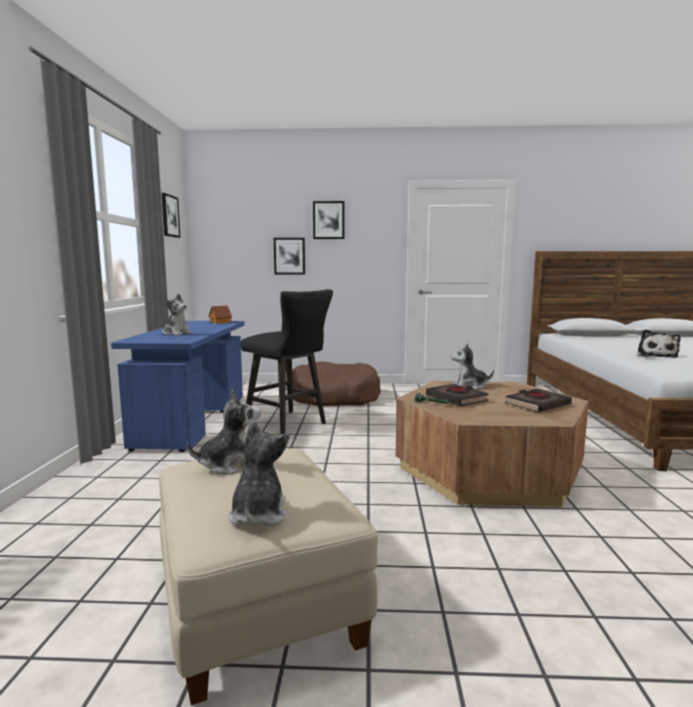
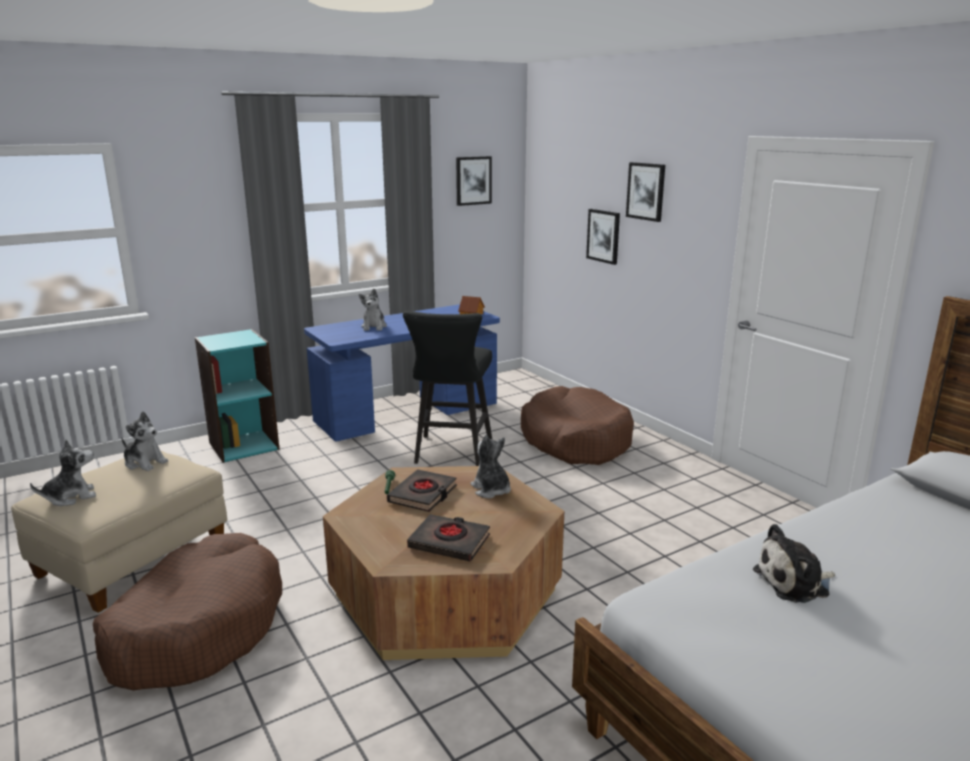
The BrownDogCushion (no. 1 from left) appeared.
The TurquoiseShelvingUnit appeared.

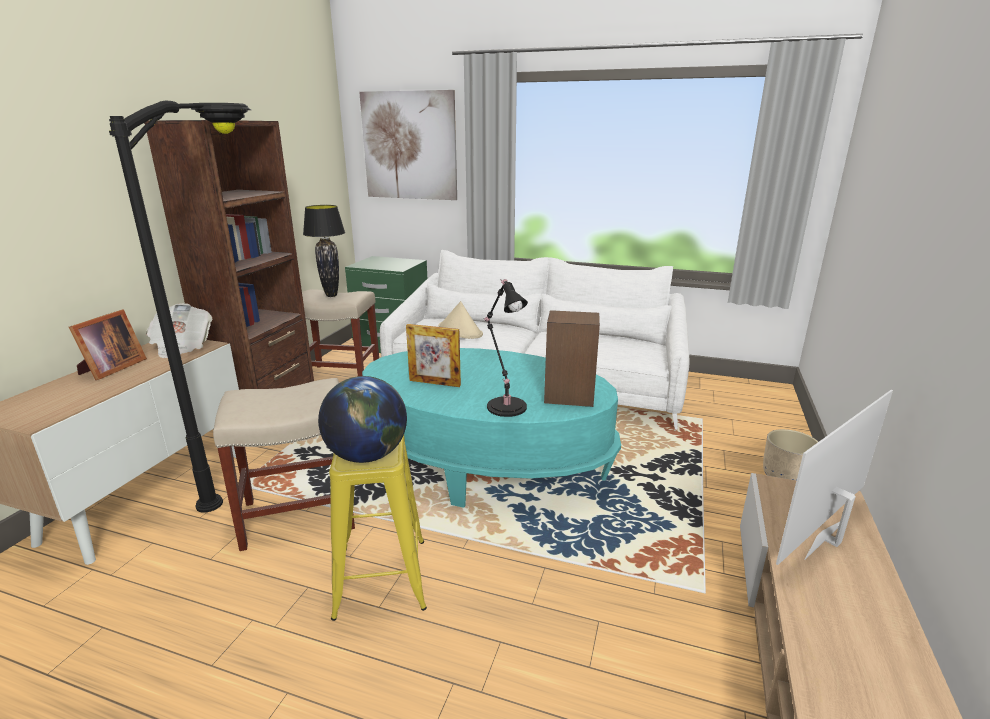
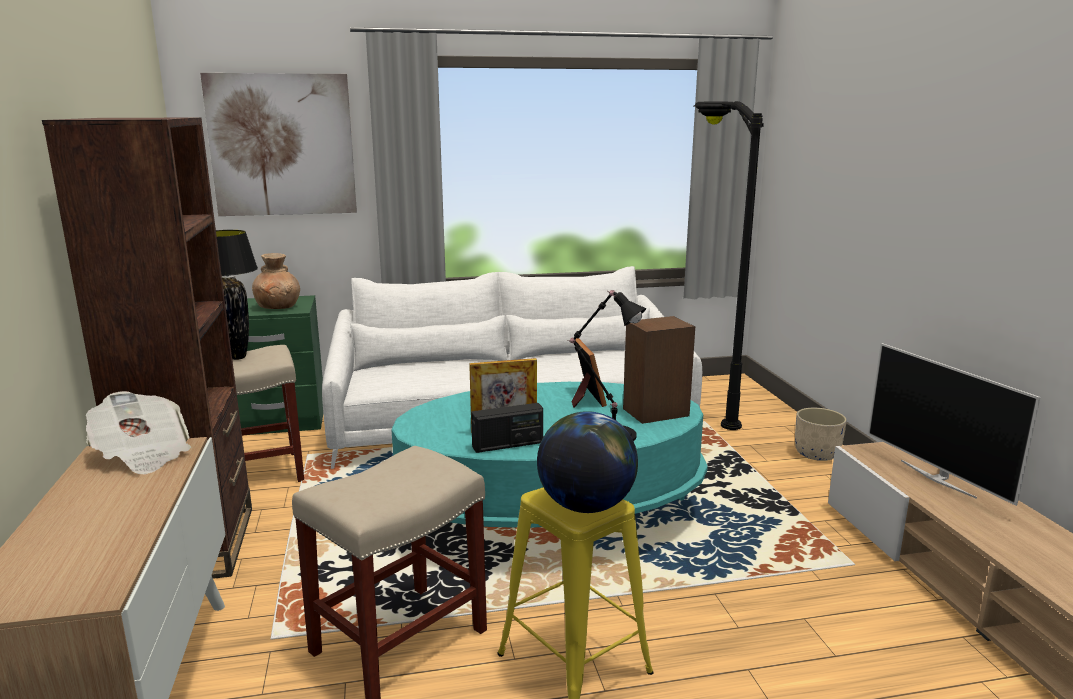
The BeigeColouredHat disappeared.
The BrownDecorativeVase appeared.
The RadioReceiver appeared.
The PictureFrame (no. 1 from left in the first image) moved.
The BlackishStandardLamp moved.
The TvSet turned 45 degrees counterclockwise.

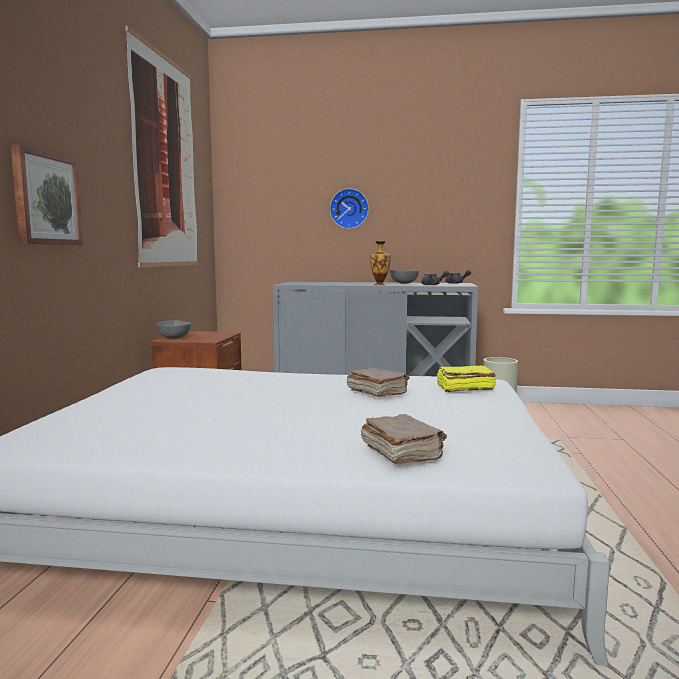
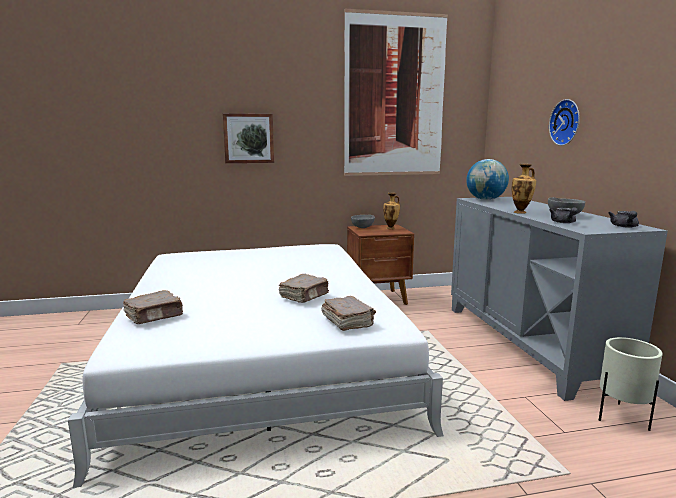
The DecorativeVase (no. 1 from left) appeared.
The Globe appeared.
The YellowColouredBoundBook became the BrownBoundBook (no. 3 from left).

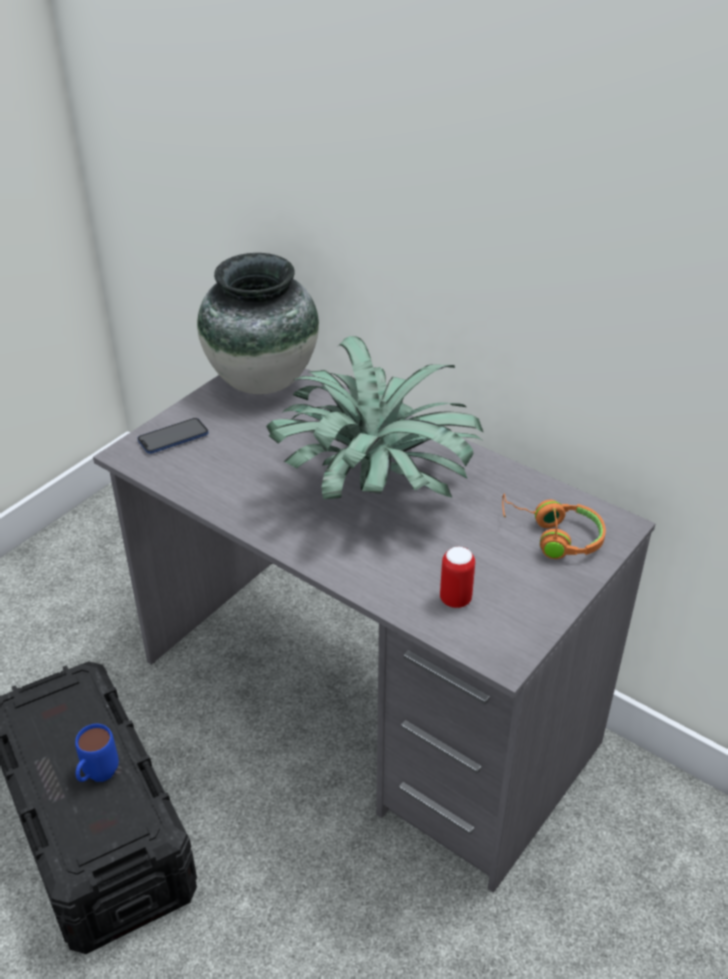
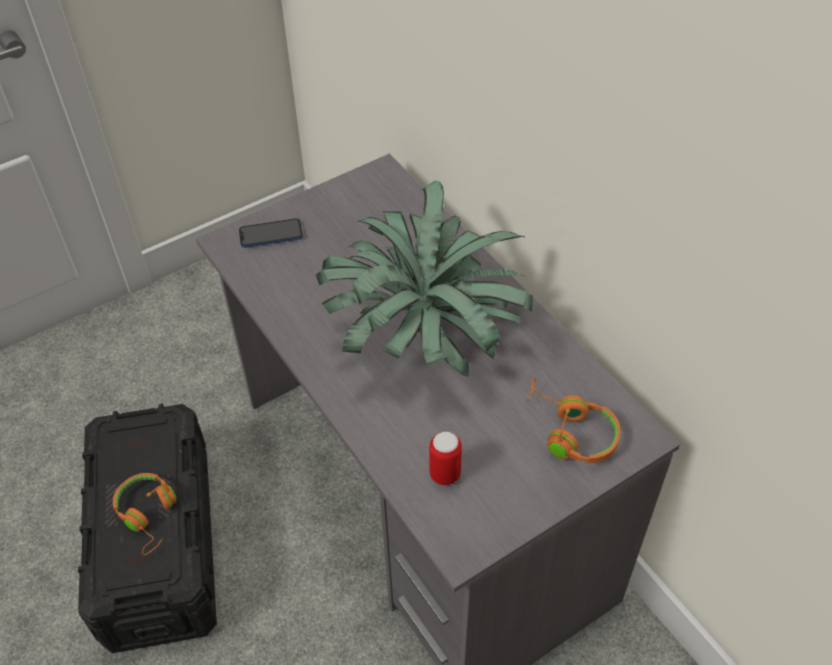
The DecorativeVase disappeared.
The BluishTeaMug was replaced by the OrangeHeadphones (no. 1 from left).

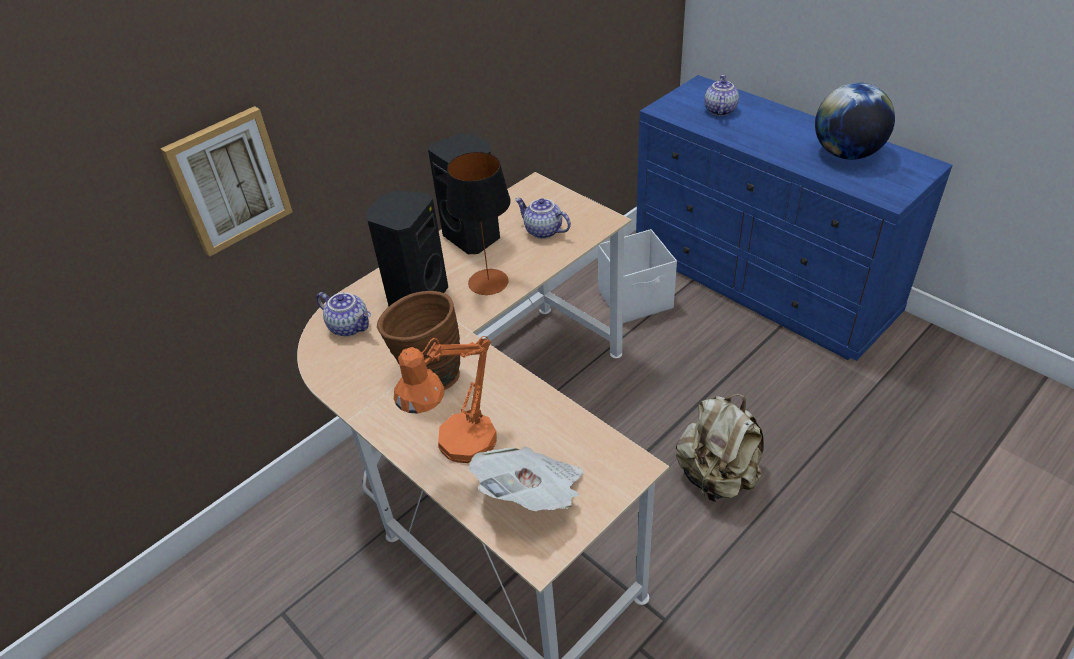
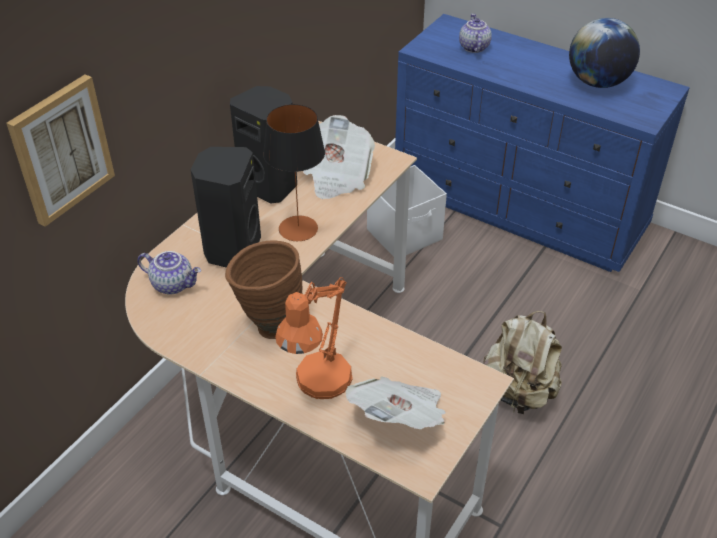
The PotForTea (no. 2 from left) was replaced by the PrintedPaper (no. 1 from left).

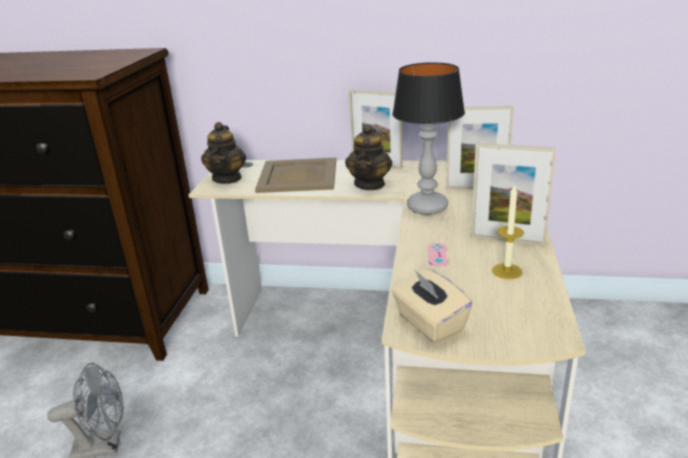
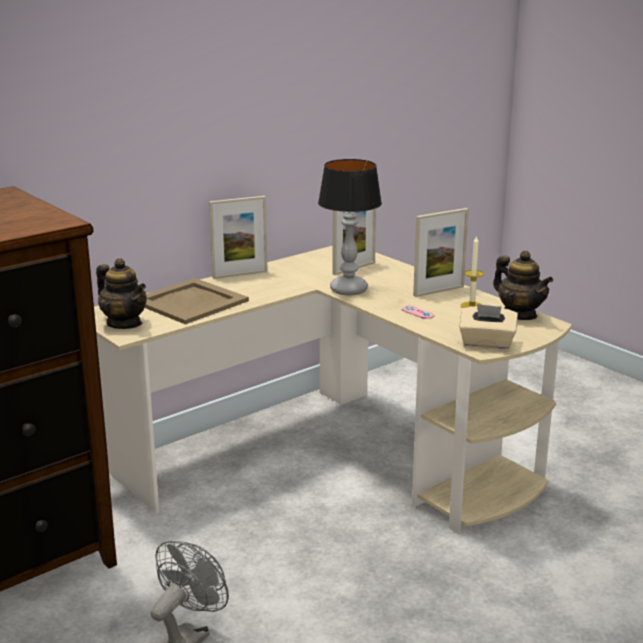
The PotForTea (no. 2 from left) moved.

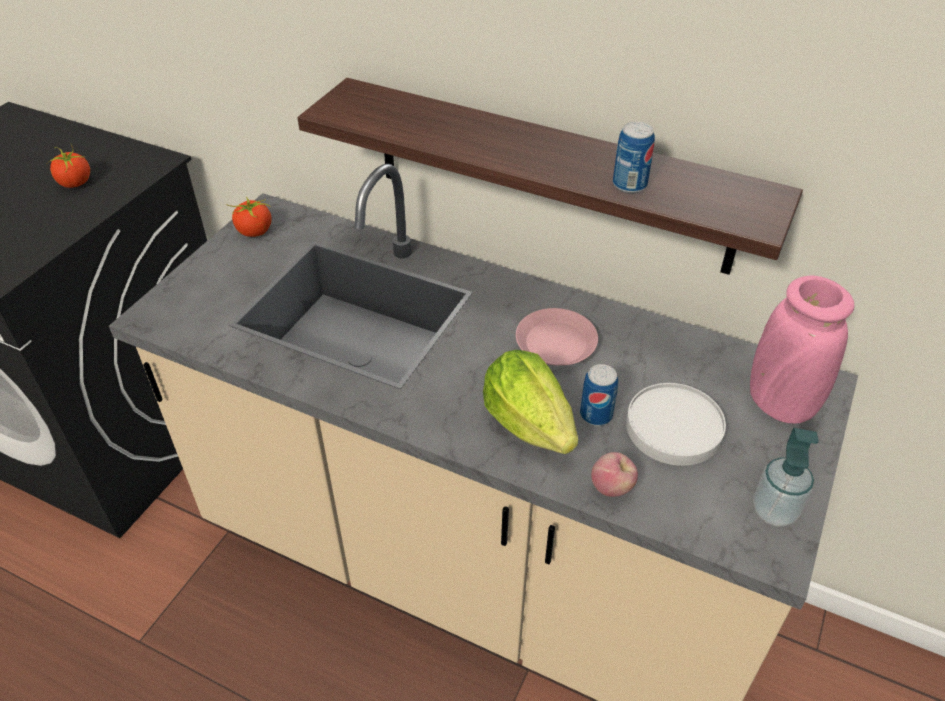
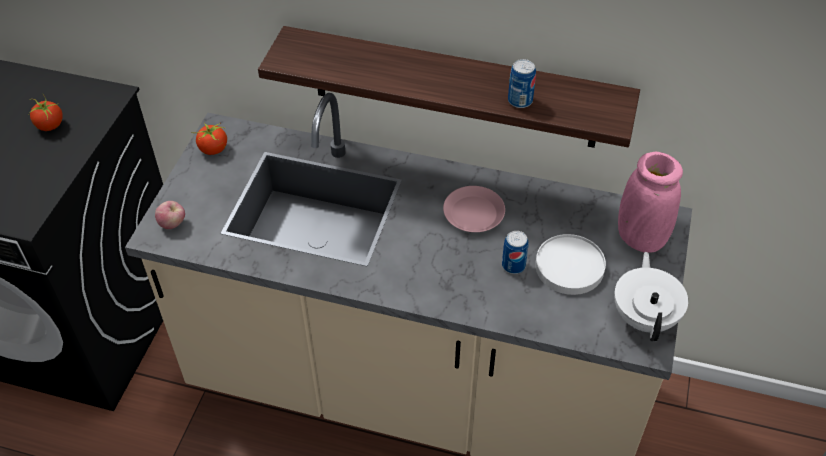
The HeadOfLettuce disappeared.
The Apple moved.
The SoapDispenser was replaced by the WhiteColouredPotForTea.

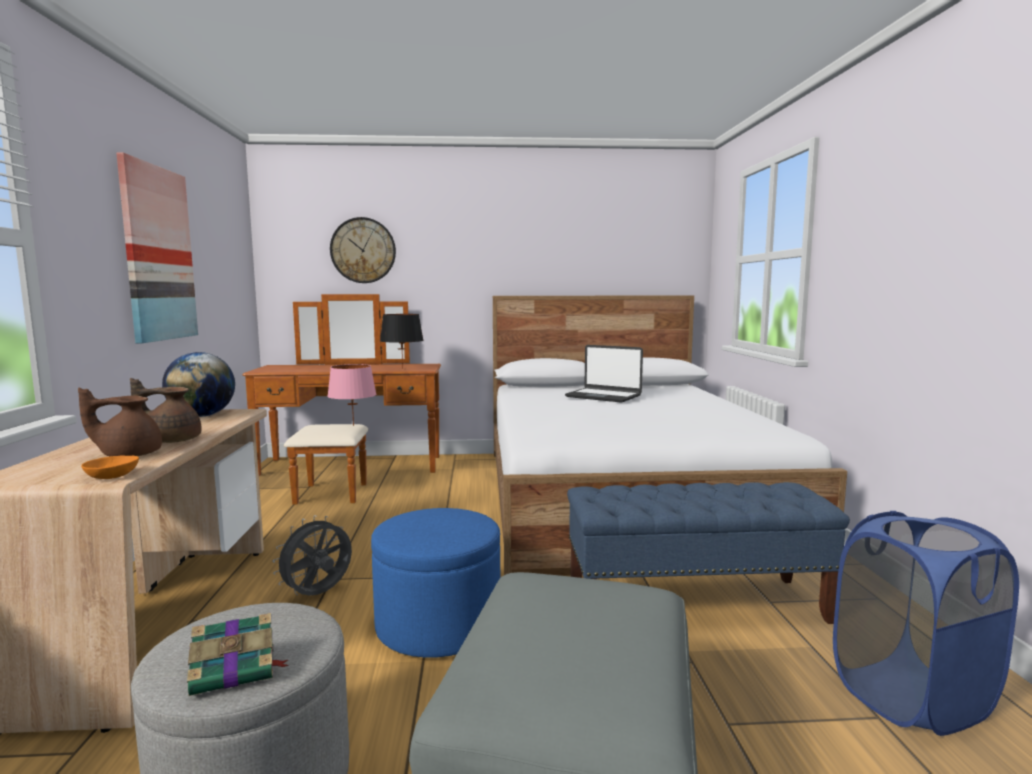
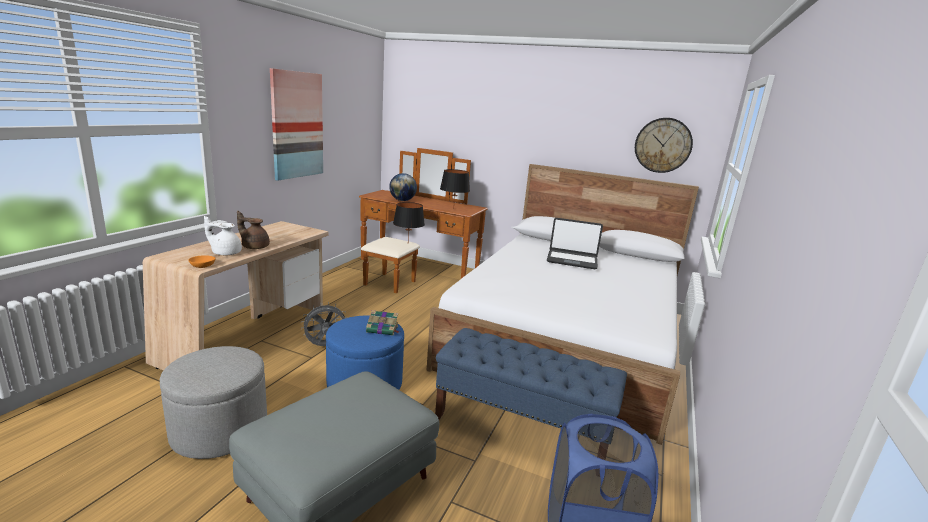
The Globe moved.
The BoundBook moved.
The WallClock moved.
The BrownPotForTea (no. 1 from left) became the WhiteColouredPotForTea.
The PinkishTabletopLamp became the BlackishTabletopLamp (no. 1 from left).
The PortableComputer turned 45 degrees counterclockwise.

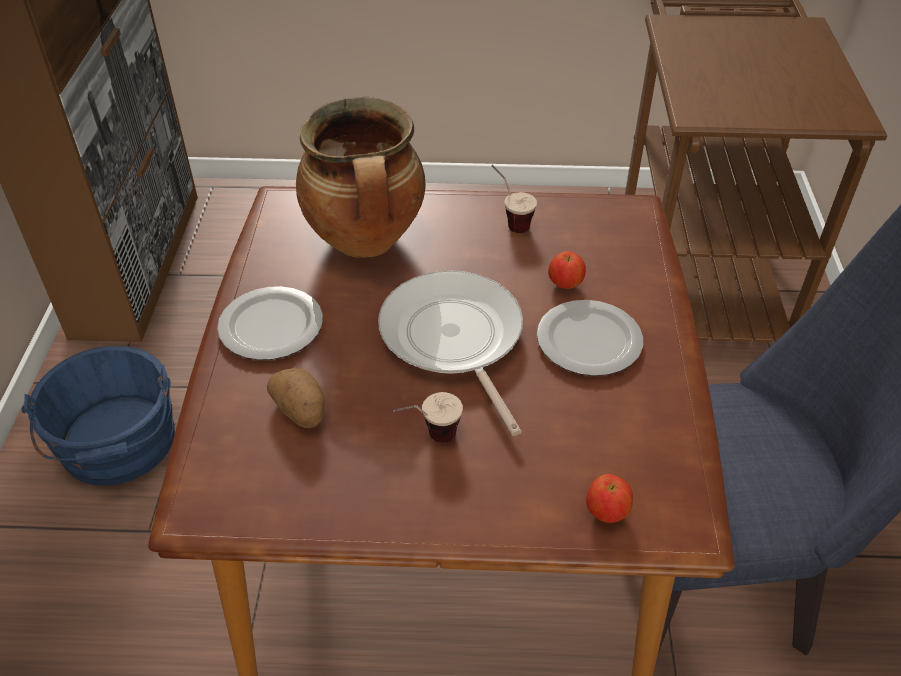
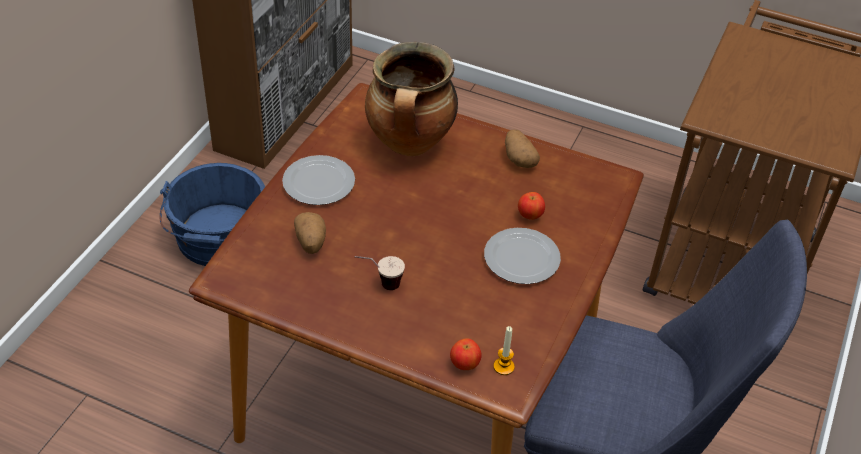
The Pan disappeared.
The WaxCandle appeared.
The SmallCup (no. 2 from left) was replaced by the Spud (no. 2 from left).

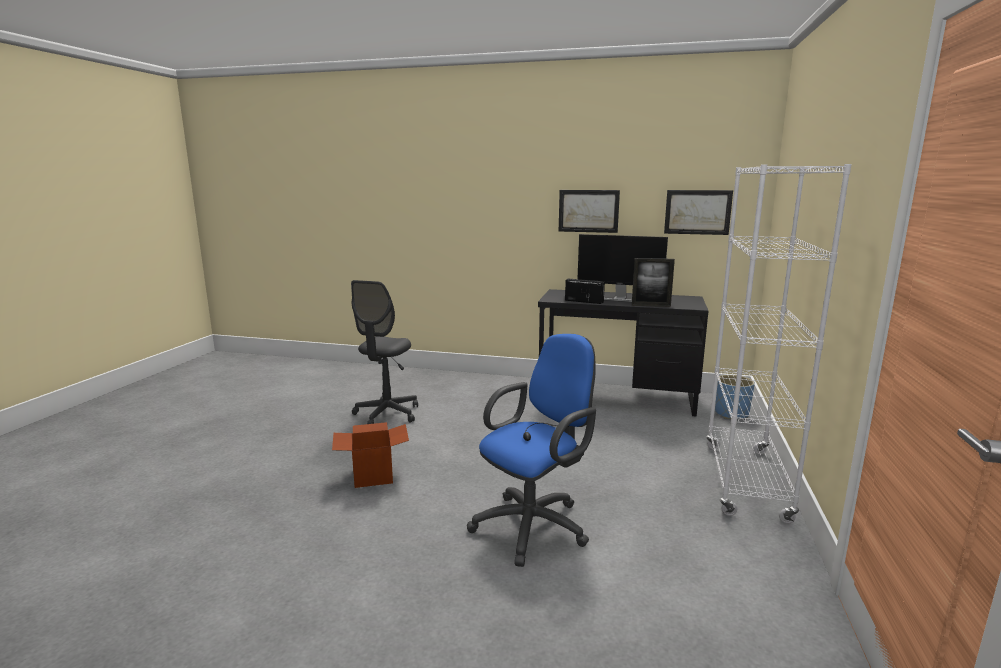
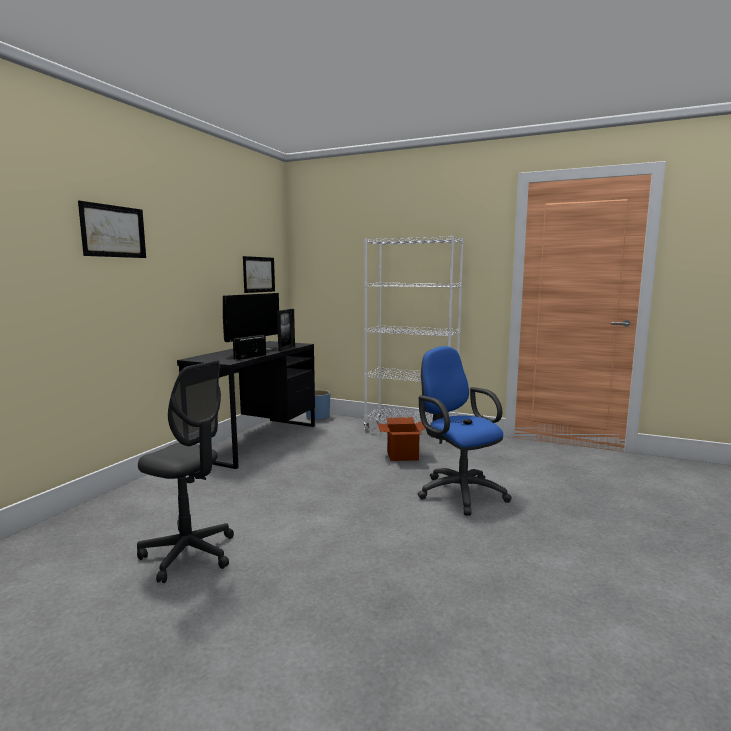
The CardboardBox moved.
The Picture (no. 1 from left) moved.

